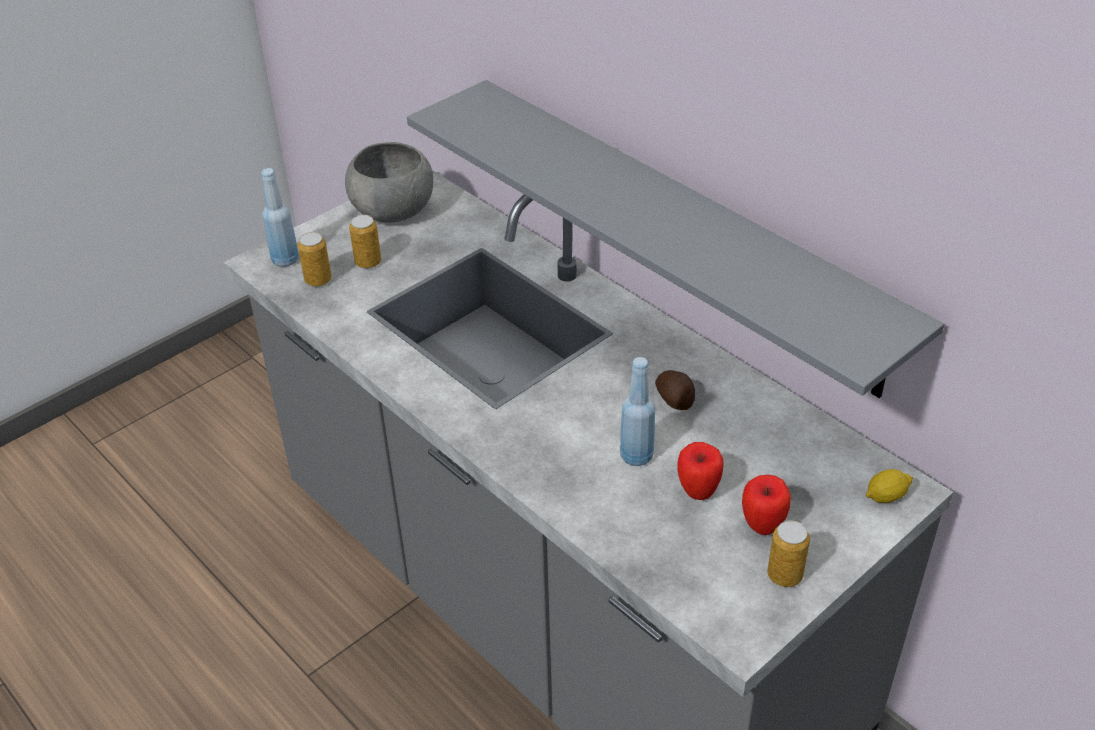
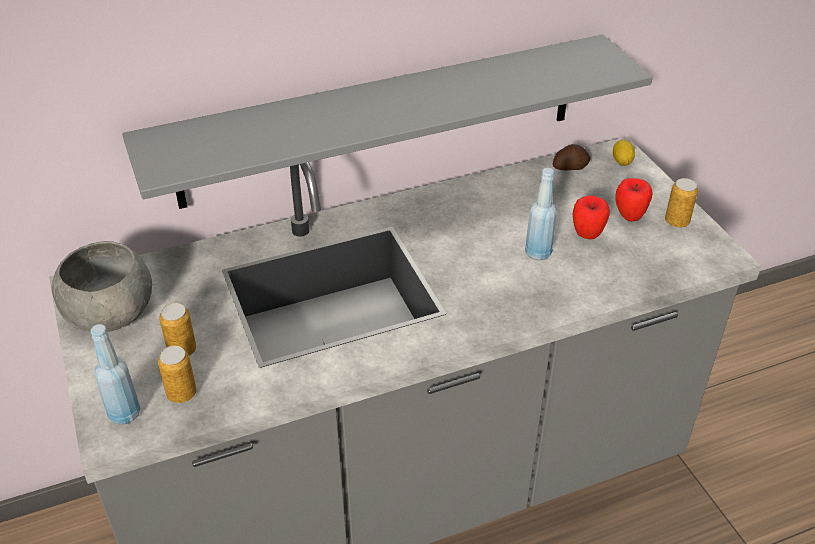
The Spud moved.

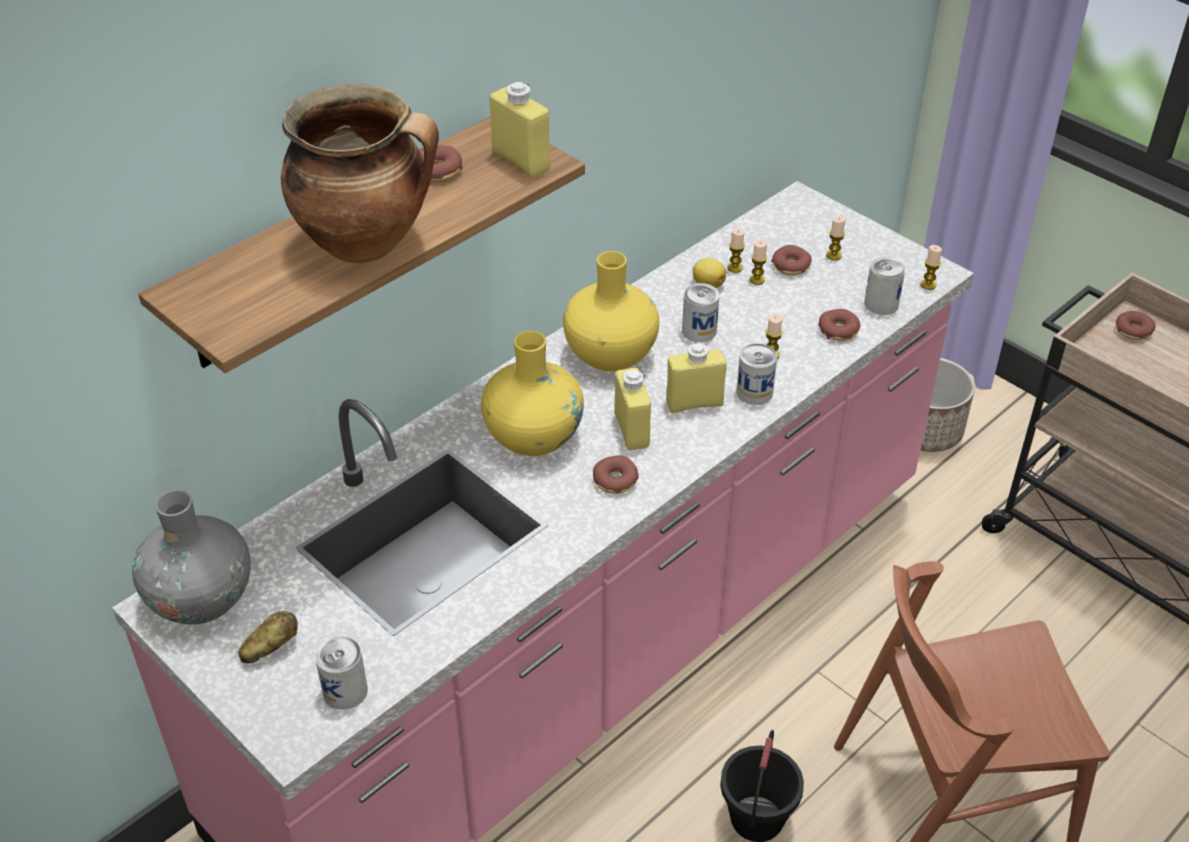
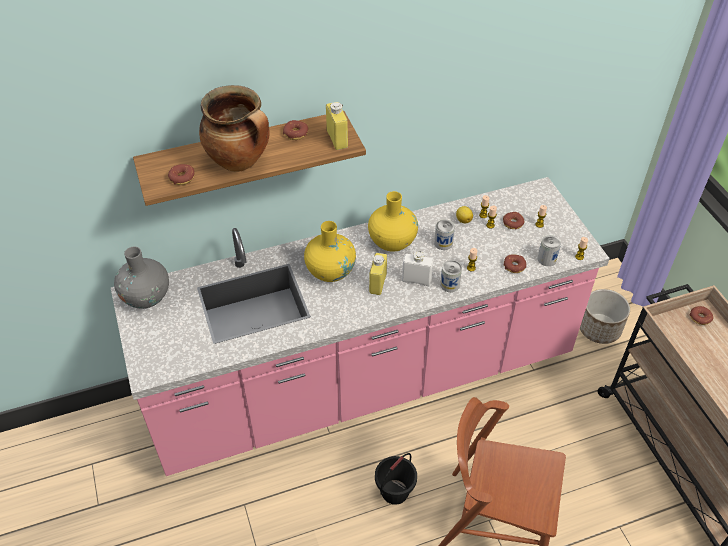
The Spud disappeared.
The MetalCan (no. 1 from left) disappeared.
The RingDoughnut (no. 2 from left in the first image) moved.
The YellowColouredBeverageBottle (no. 3 from left) became the WhiteColouredBeverageBottle.

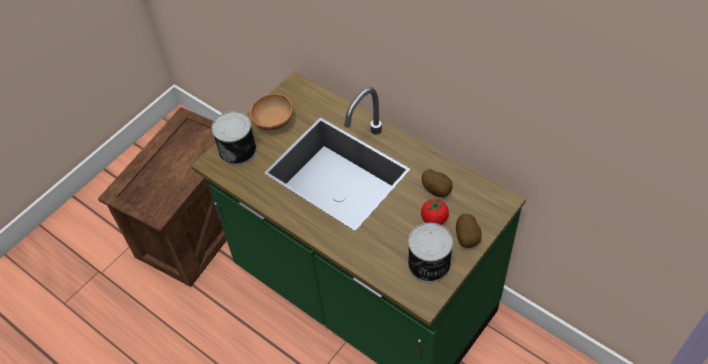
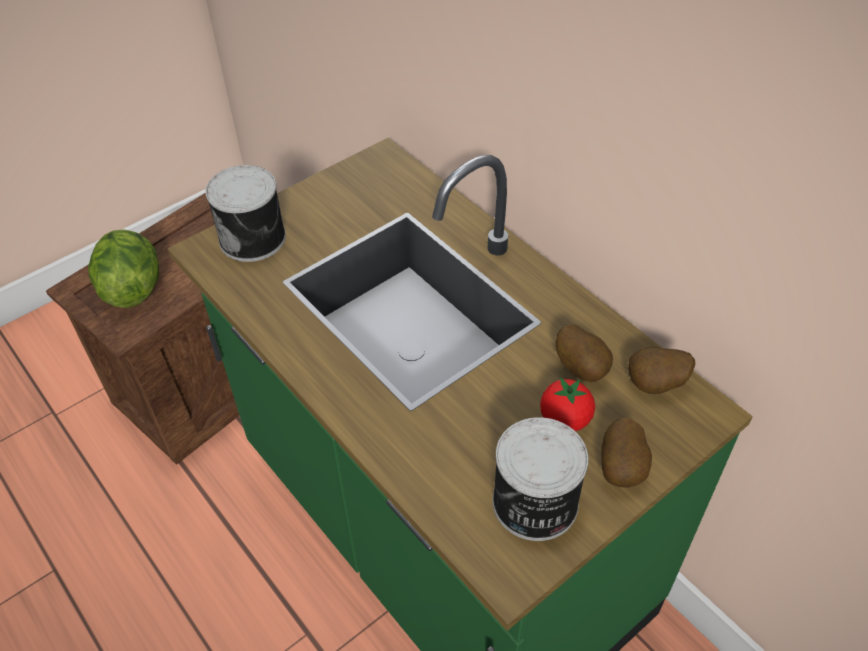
The BrownBowl disappeared.
The HeadOfLettuce appeared.
The Spud (no. 3 from left) appeared.

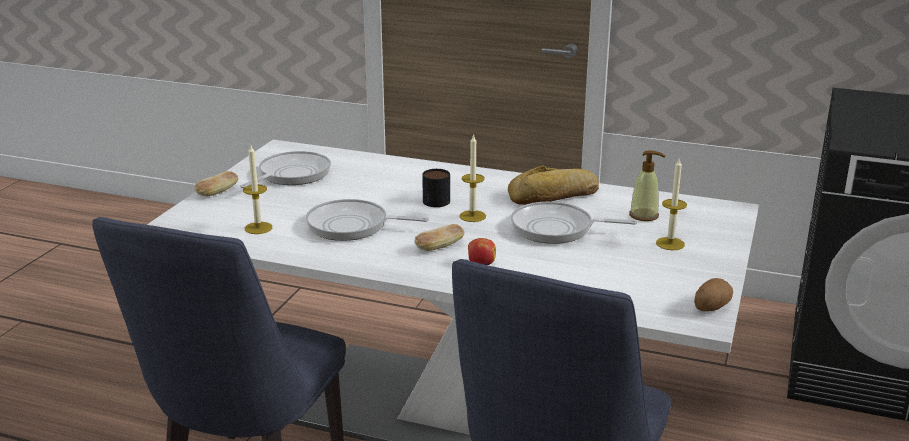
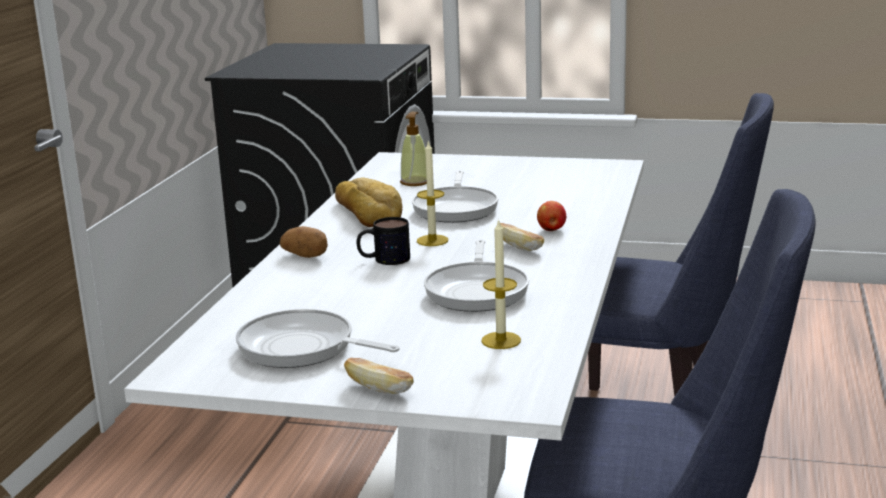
The WaxCandle (no. 3 from left) disappeared.
The Spud moved.

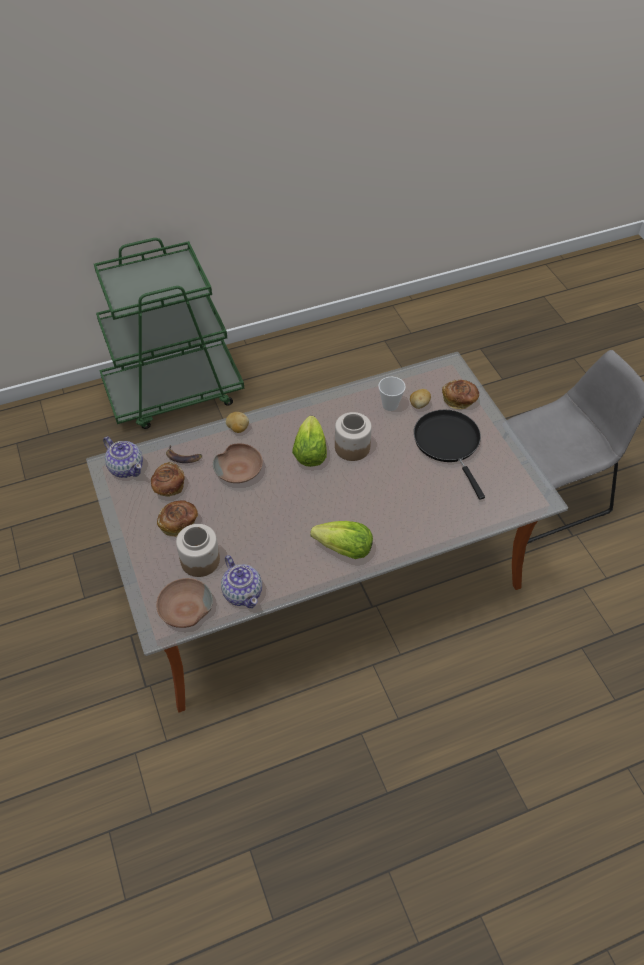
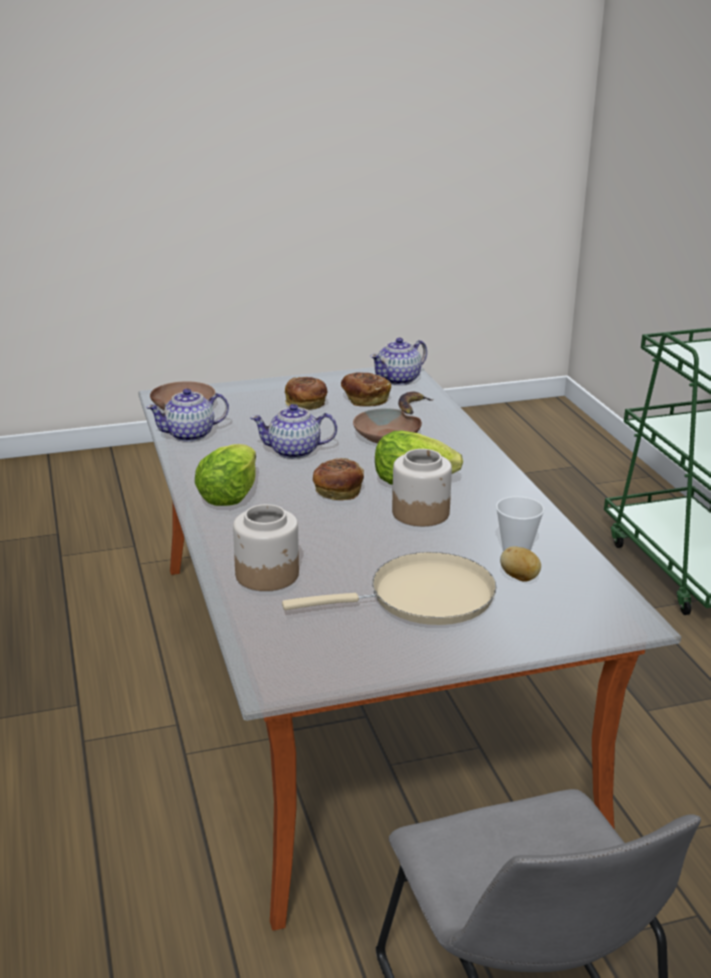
The Spud (no. 1 from left) disappeared.
The PotForTea (no. 2 from left) appeared.
The StorageJar (no. 1 from left) moved.
The Bread (no. 3 from left in the first image) moved.
The BlackishPan became the BeigeColouredPan.

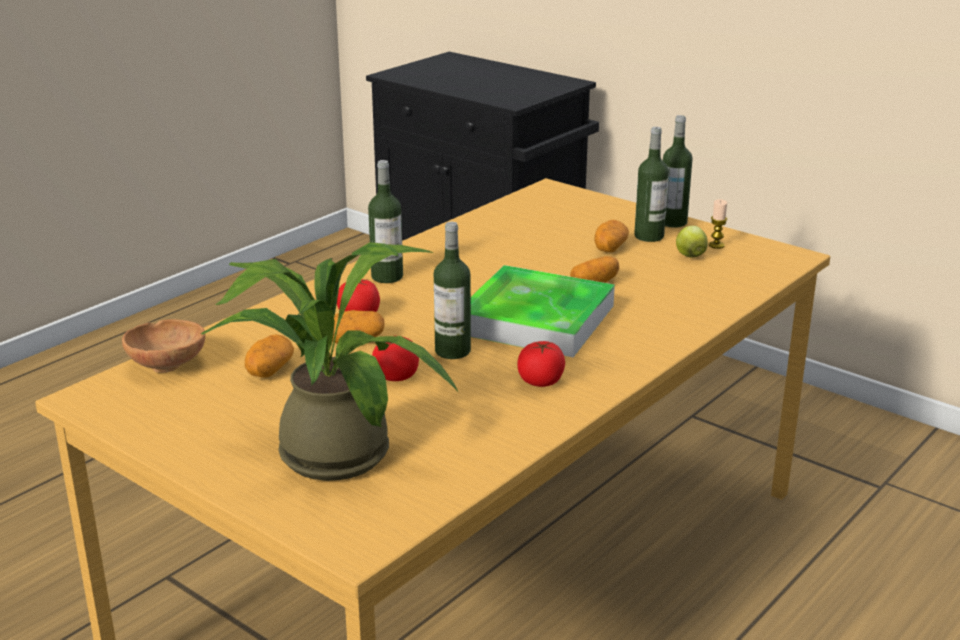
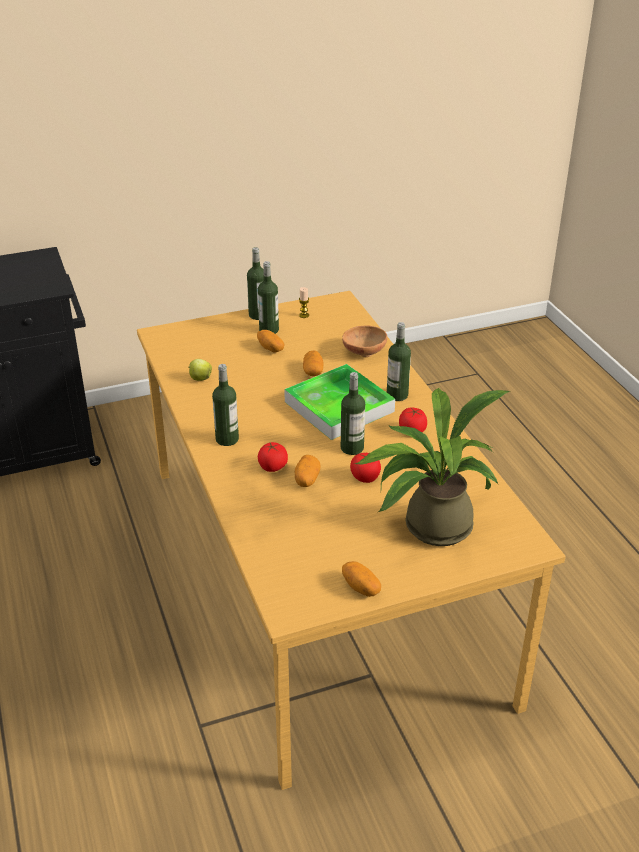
The BeverageBottle (no. 5 from left) appeared.
The BrownBowl moved.
The Spud (no. 1 from left in the first image) moved.
The Apple moved.

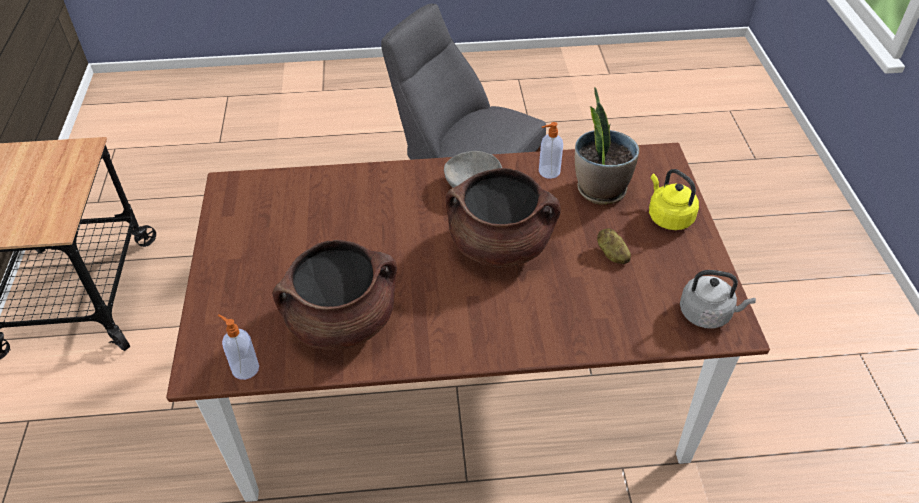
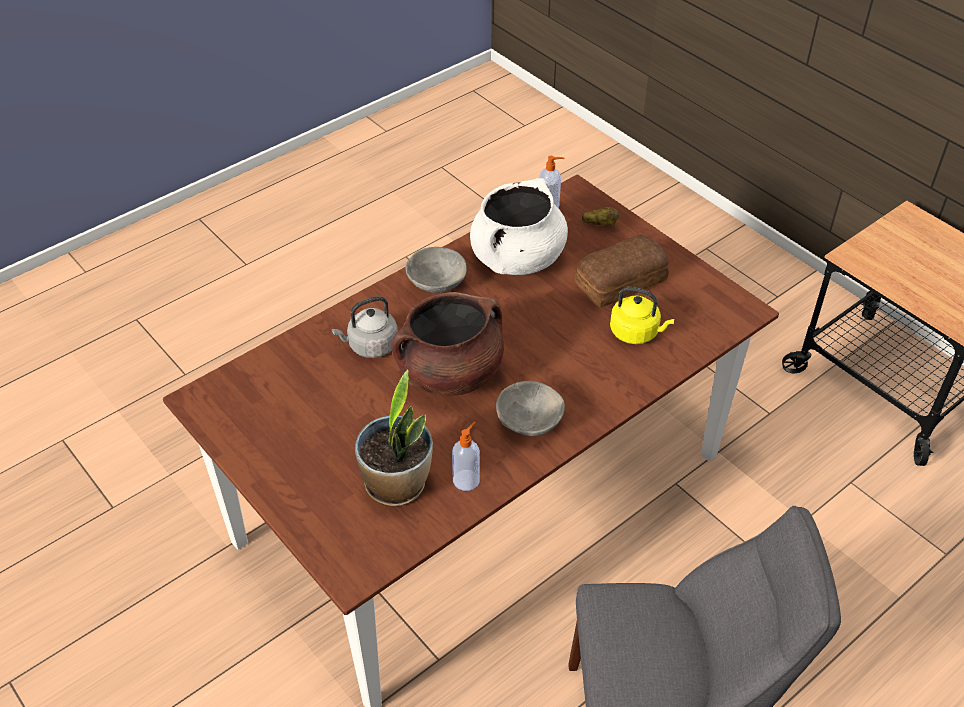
The GreyBowl (no. 1 from left) appeared.
The Bread appeared.
The Spud moved.
The YellowColouredTeaKettle moved.
The GreyTeaKettle moved.
The BrownSaucepot (no. 1 from left) became the WhiteColouredSaucepot.

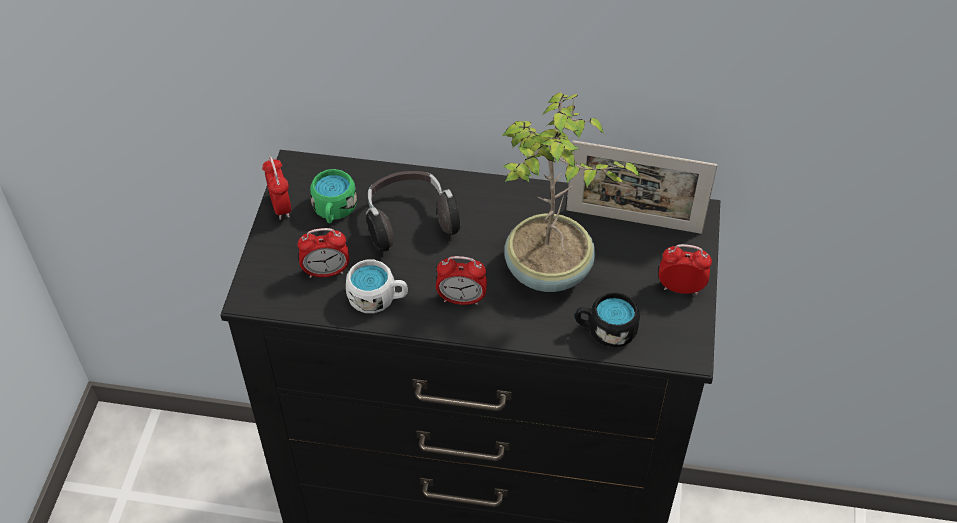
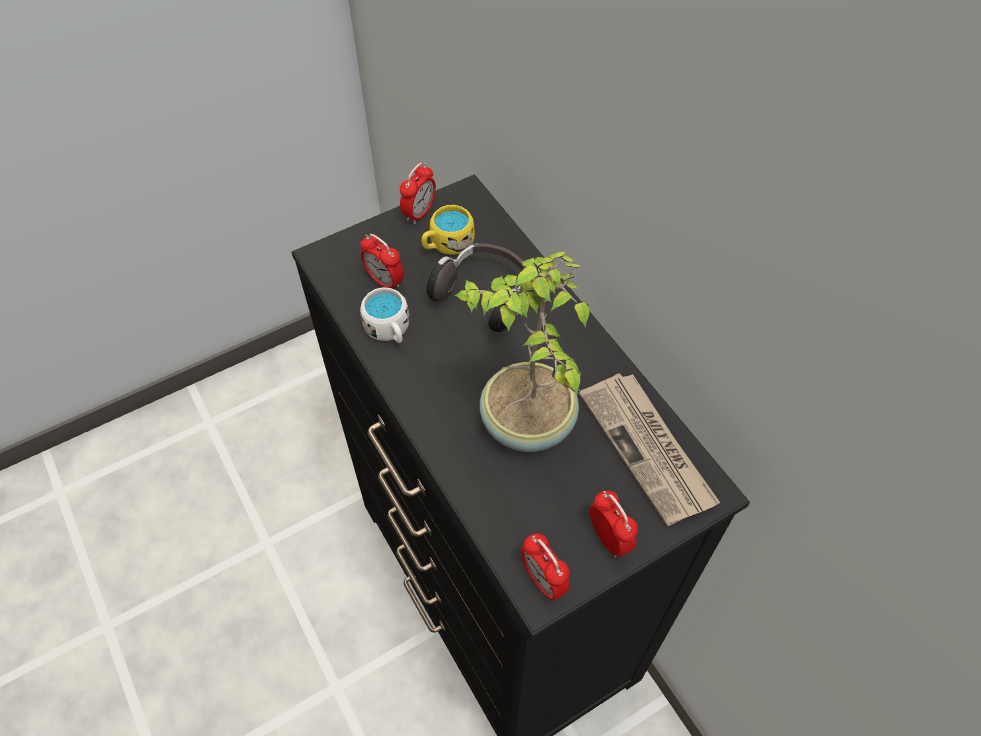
The BlackishTeaMug disappeared.
The AlarmClock (no. 3 from left) moved.
The PictureFrame was replaced by the PrintedPaper.
The GreenishTeaMug became the YellowColouredTeaMug.

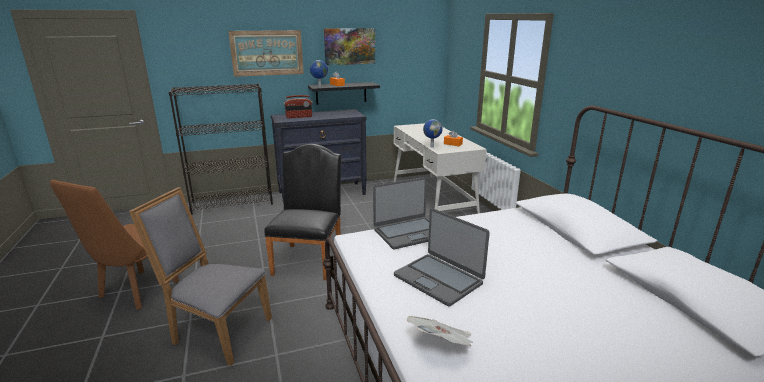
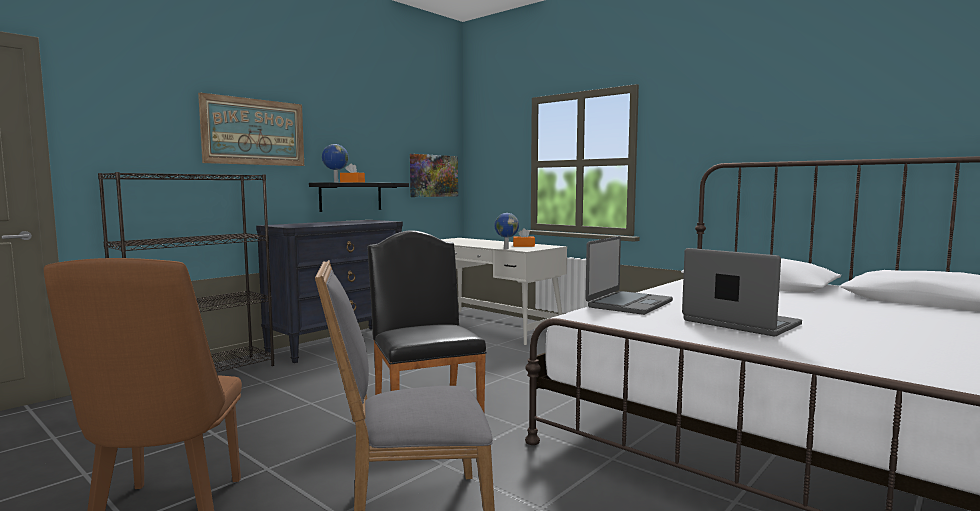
The RadioReceiver disappeared.
The PrintedPaper disappeared.
The Picture (no. 2 from left) moved.
The PortableComputer (no. 2 from left) turned 150 degrees counterclockwise.

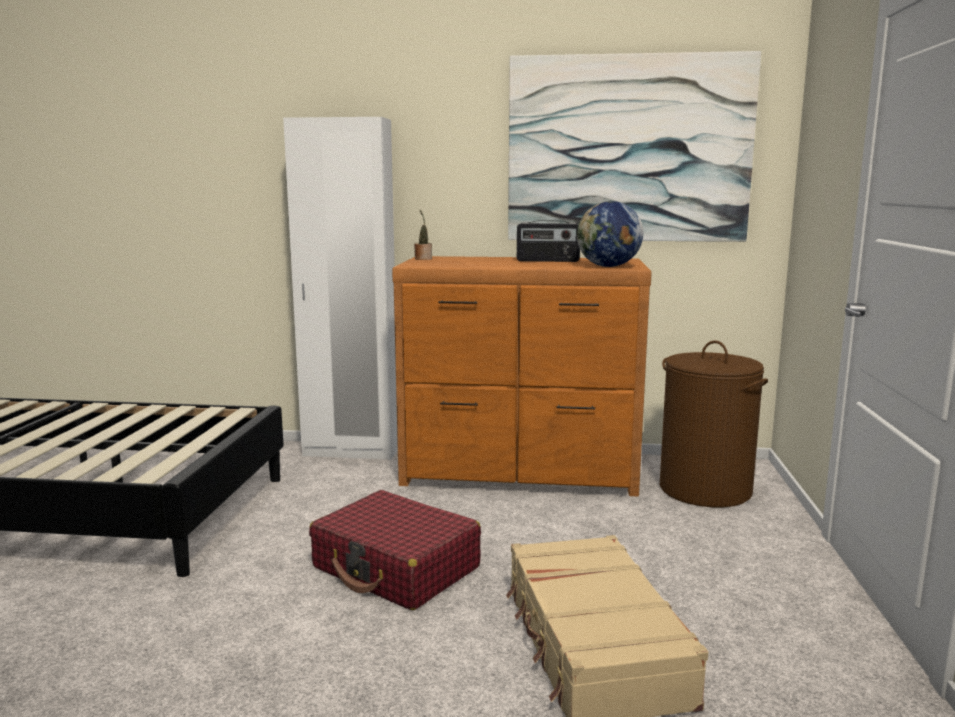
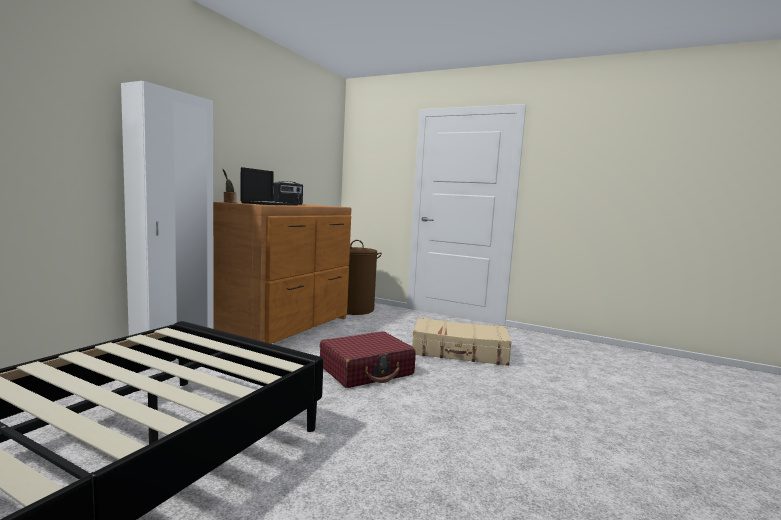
The Picture disappeared.
The Globe disappeared.
The PortableComputer appeared.

